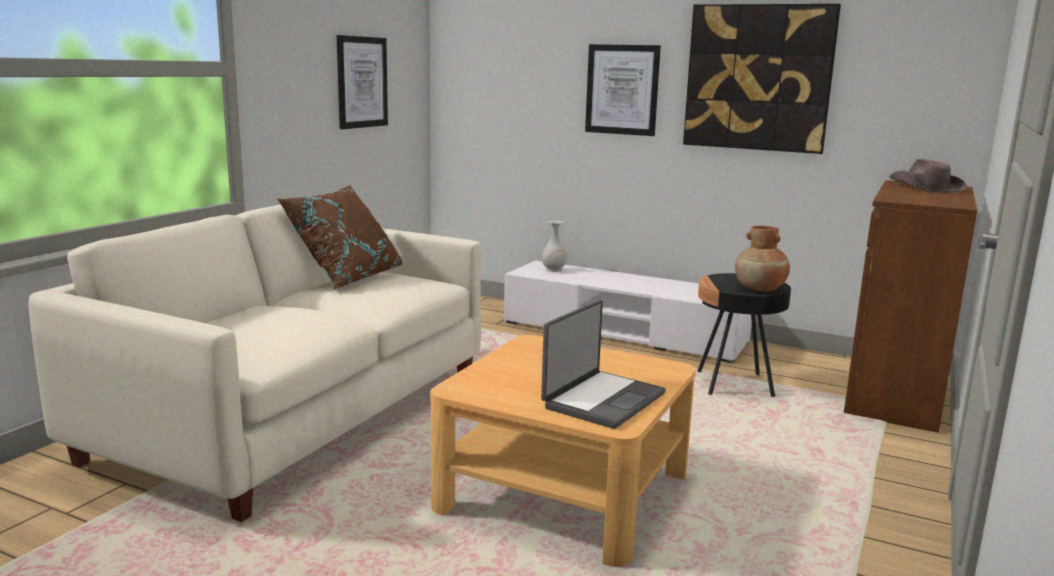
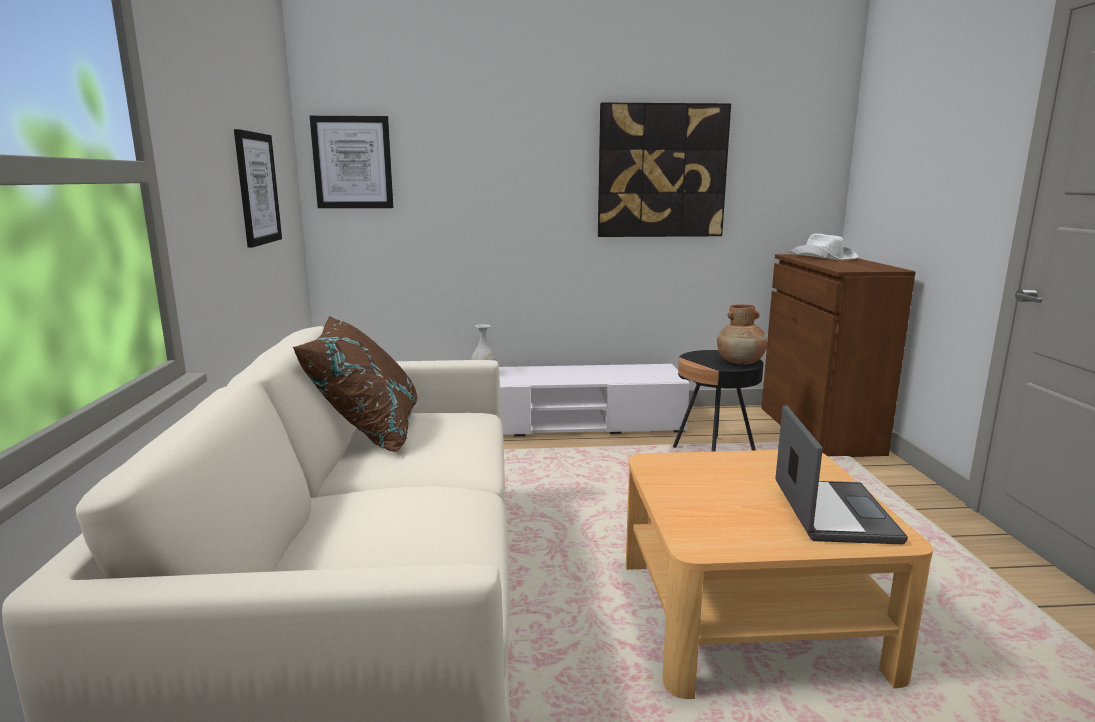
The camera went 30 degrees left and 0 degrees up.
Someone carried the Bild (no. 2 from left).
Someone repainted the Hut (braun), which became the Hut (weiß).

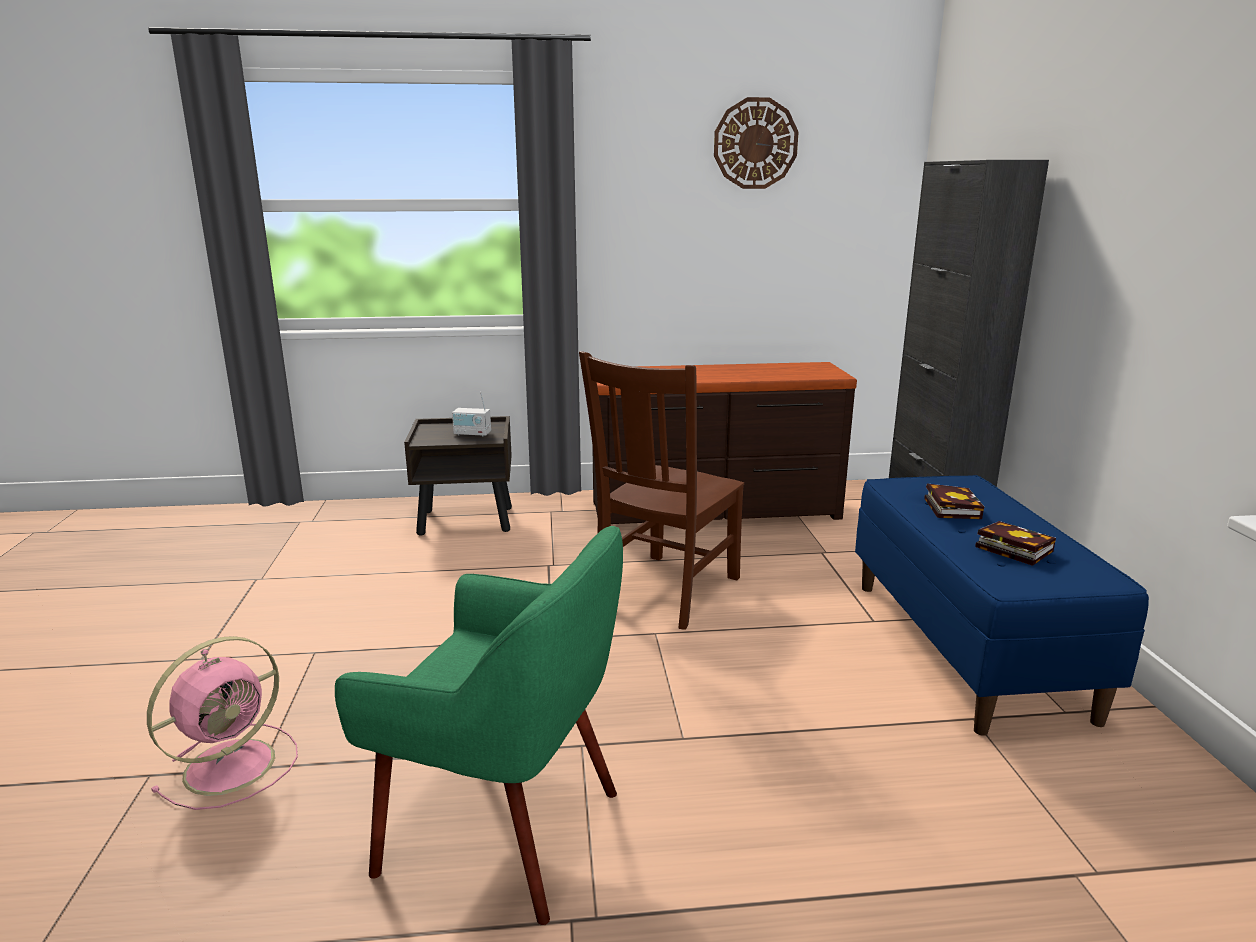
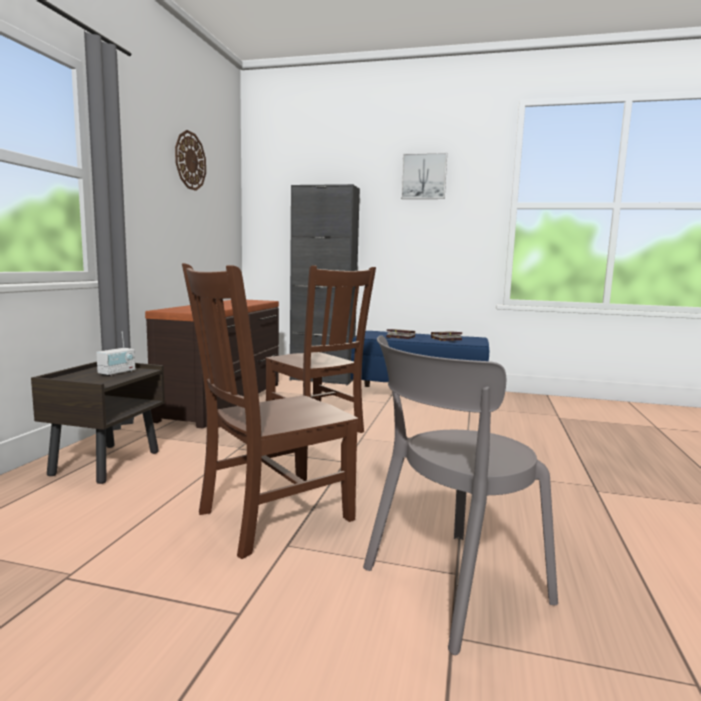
The camera went 70 degrees left and 10 degrees down.
Someone took away the Sessel (grün).
Someone put down the Stuhl (braun) (no. 1 from left).
Someone put up the Bild.
Someone swapped the Ventilator (rosa) for the Stuhl (grau).

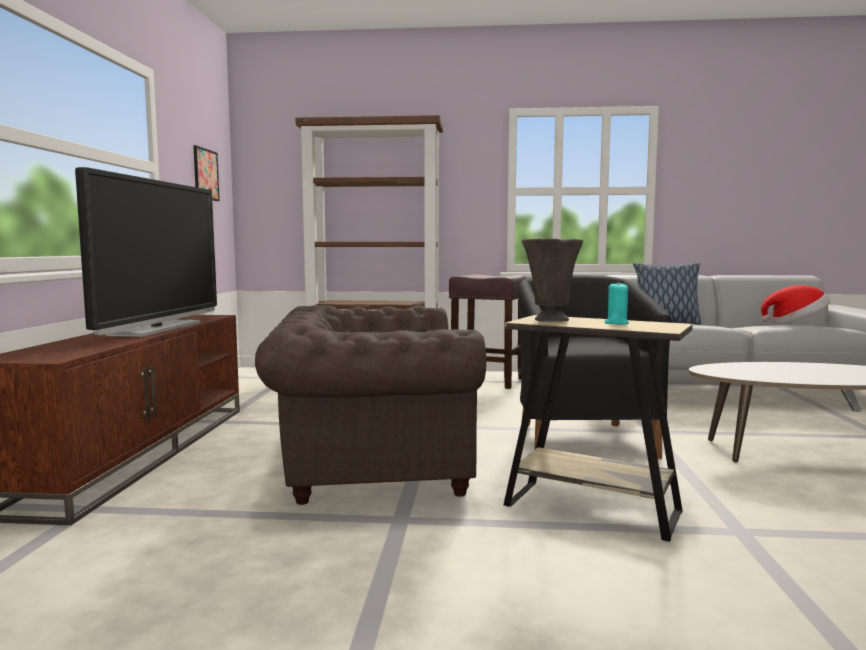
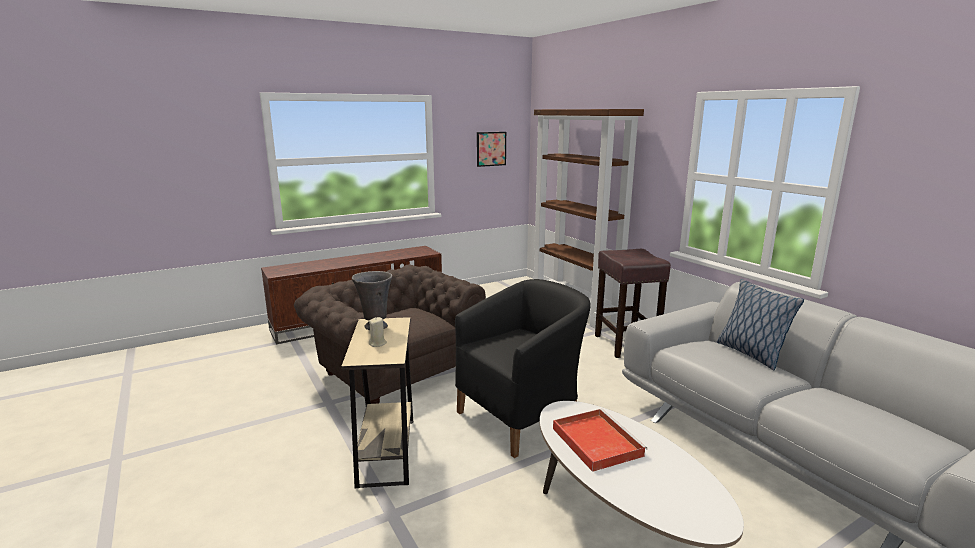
The camera went 55 degrees right and 10 degrees up.
Someone took away the Fernseher.
Someone took away the Hut.
Someone put down the Tablett (rot).
Someone repainted the Kerze (türkis), which became the Kerze (beige).

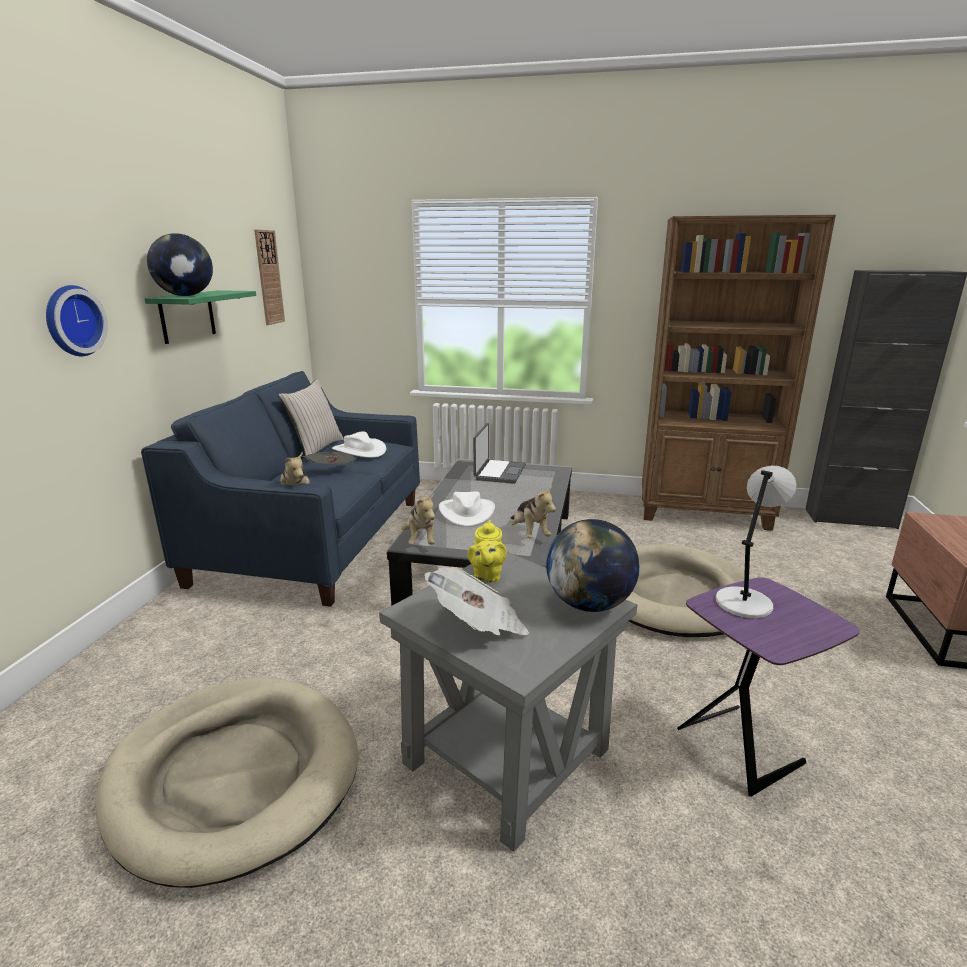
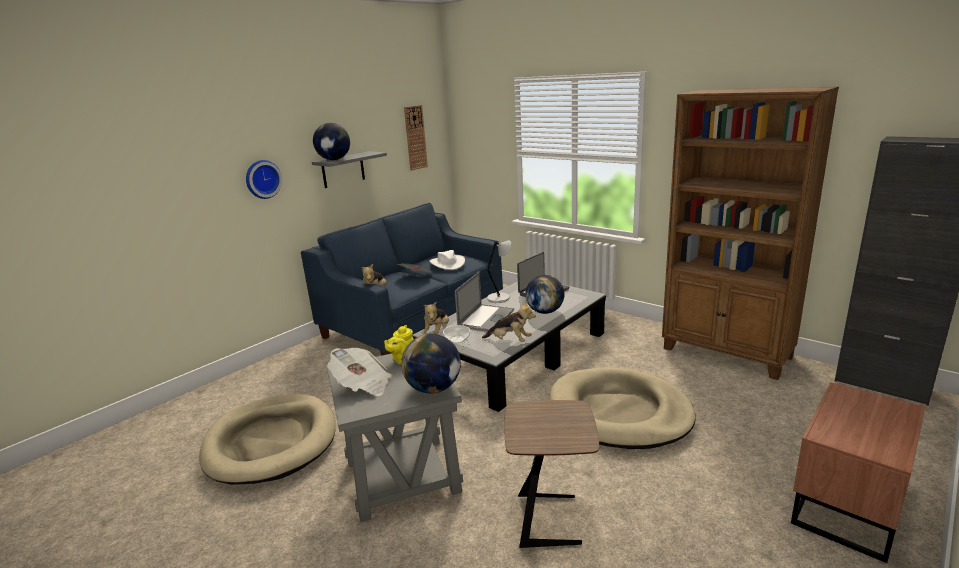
The camera went 30 degrees right and 0 degrees up.
Someone took away the Kissen (beige).
Someone put down the Schüssel.
Someone put down the Globus (no. 3 from left).
Someone carried the Tischlampe (grau).
Someone swapped the Hut (weiß) (no. 2 from left) for the Laptop (no. 1 from left).
Someone repainted the Wandregal (grün), which became the Wandregal (grau).
Someone repainted the Beistelltisch (lila), which became the Beistelltisch (braun).
Someone rotated the Plüschtier (no. 3 from left) by 75 degrees counterclockwise.

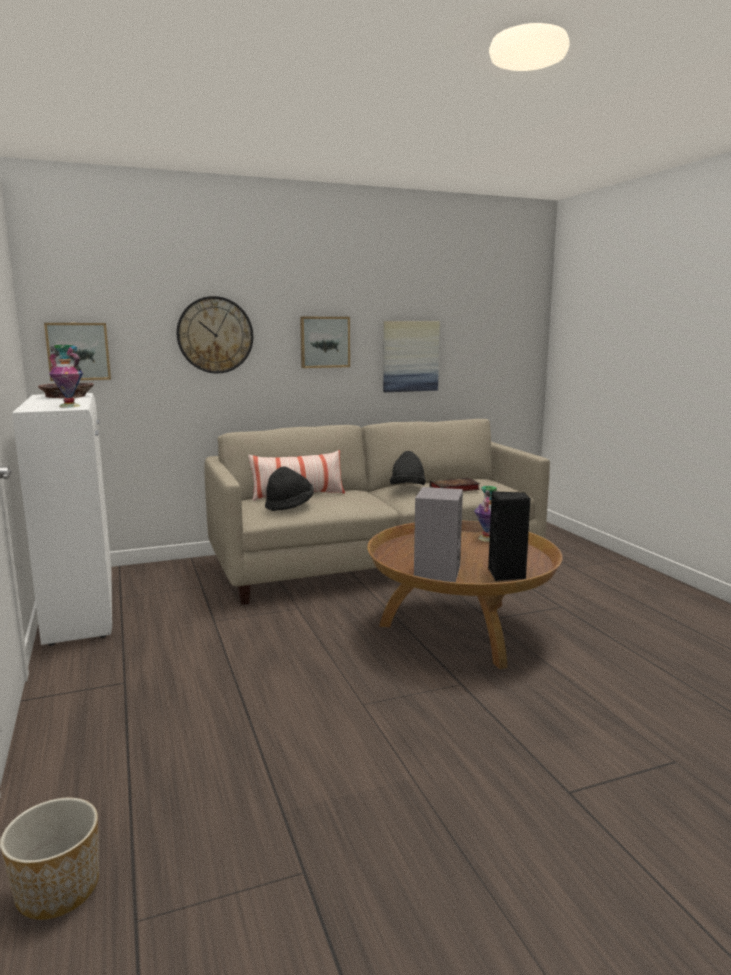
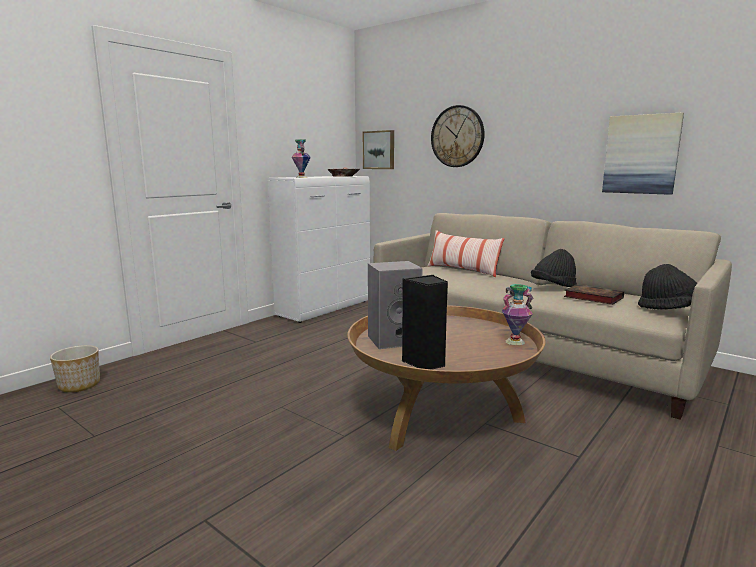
The camera went 60 degrees right and 0 degrees up.
Someone took away the Bild (no. 2 from left).
Someone carried the Hut (schwarz) (no. 1 from left in the first image).

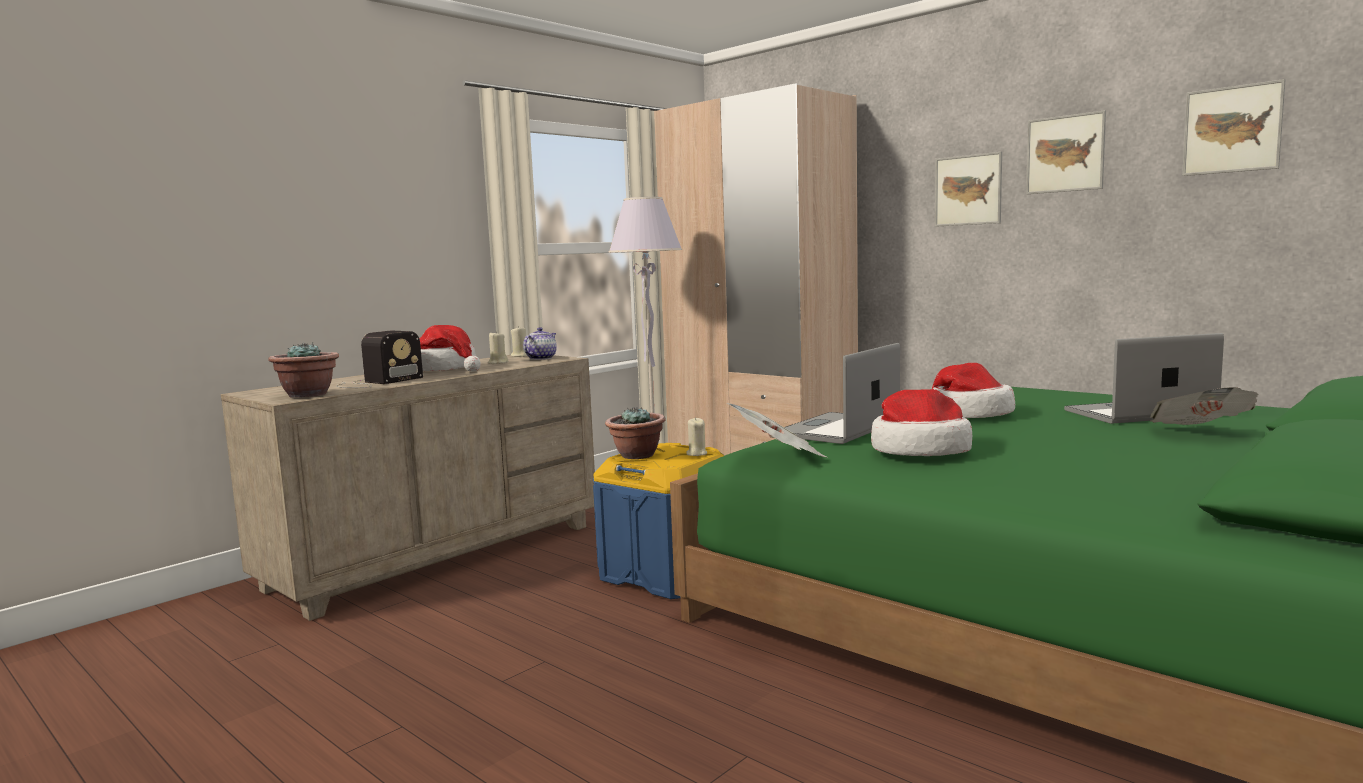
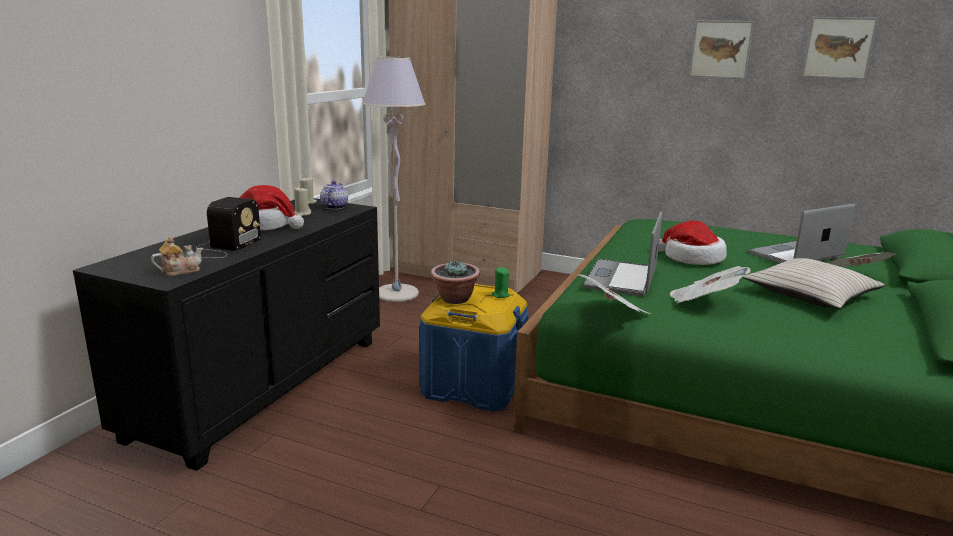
The camera went 20 degrees left and 10 degrees up.
Someone took away the Bild (no. 1 from left).
Someone put down the Kissen (beige).
Someone swapped the Topfpflanze (no. 1 from left) for the Teekanne (no. 1 from left).
Someone swapped the Hut (no. 2 from left) for the Zeitung (no. 2 from left).
Someone repainted the Kommode (beige), which became the Kommode (schwarz).
Someone repainted the Kerze (beige) (no. 3 from left), which became the Kerze (grün).

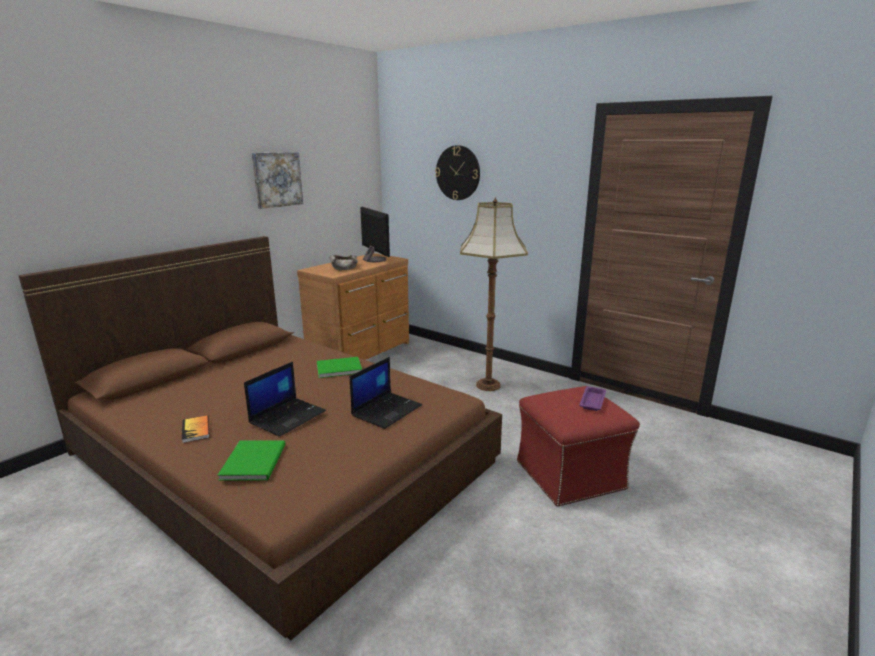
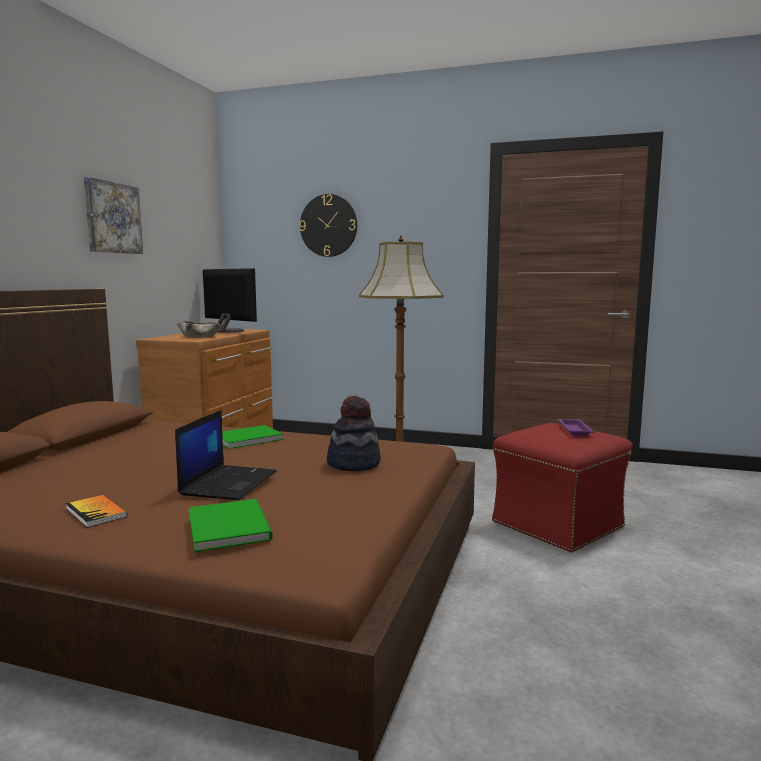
The camera went 20 degrees left and 10 degrees down.
Someone swapped the Laptop (no. 2 from left) for the Hut.

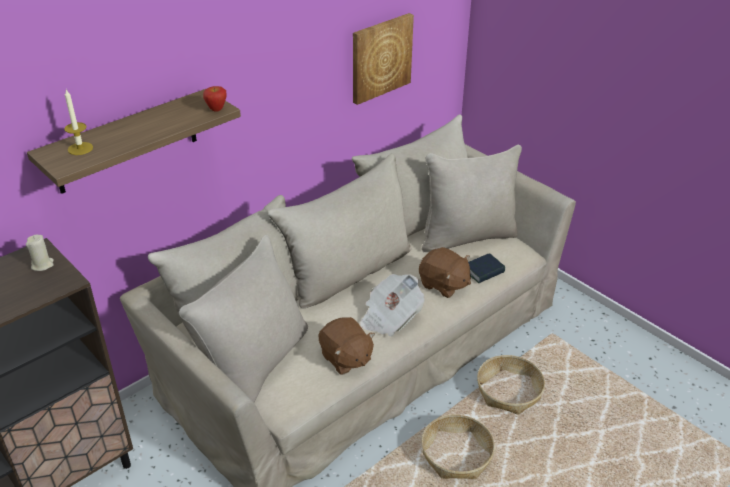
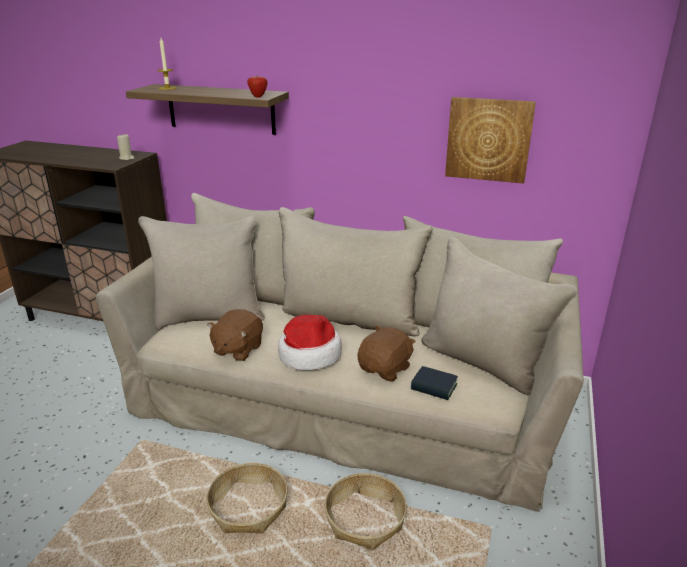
The camera went 60 degrees right and 10 degrees down.
Someone swapped the Zeitung for the Hut.
Someone rotated the Plüschtier (braun) (no. 2 from left) by 150 degrees counterclockwise.

